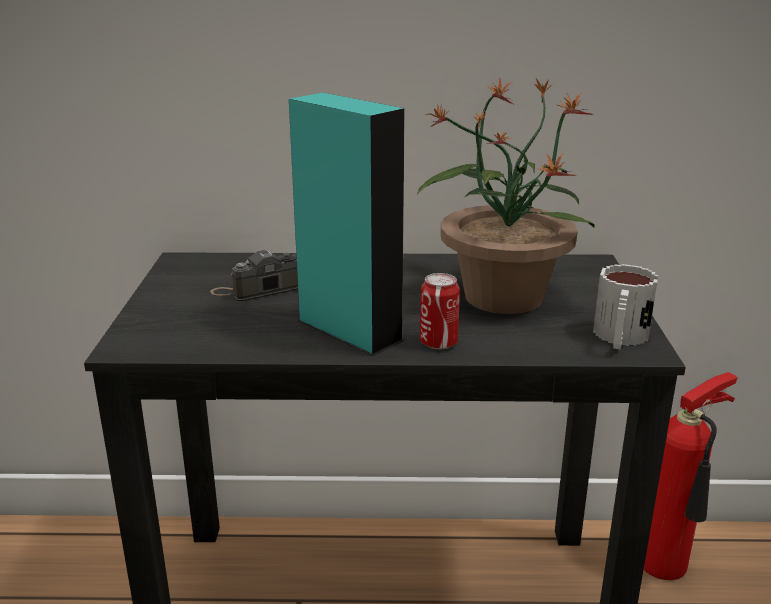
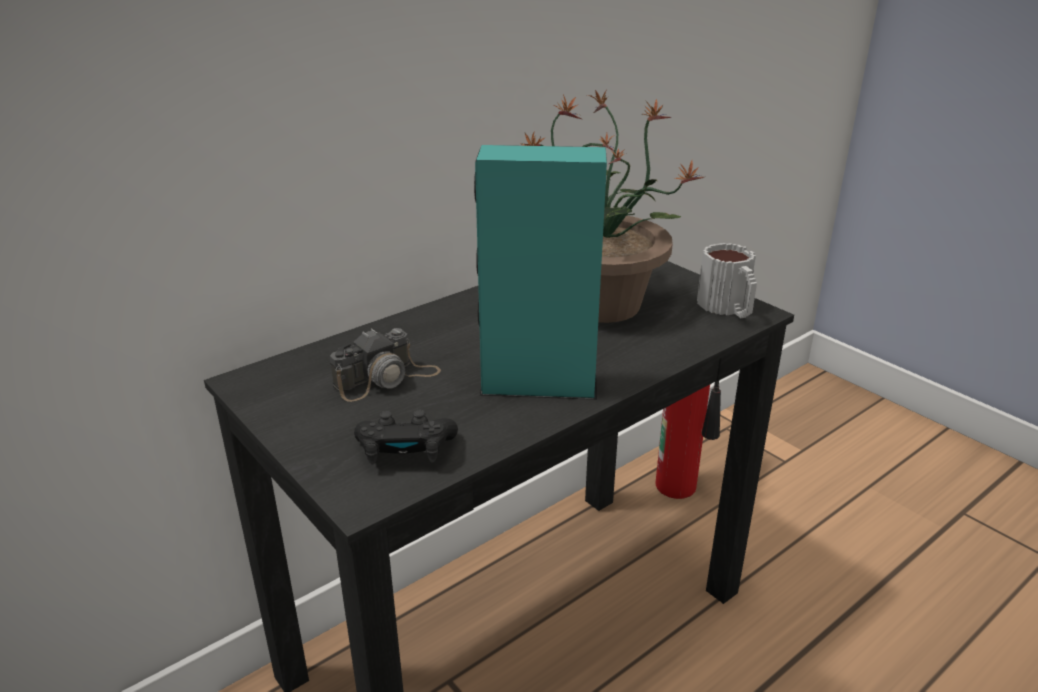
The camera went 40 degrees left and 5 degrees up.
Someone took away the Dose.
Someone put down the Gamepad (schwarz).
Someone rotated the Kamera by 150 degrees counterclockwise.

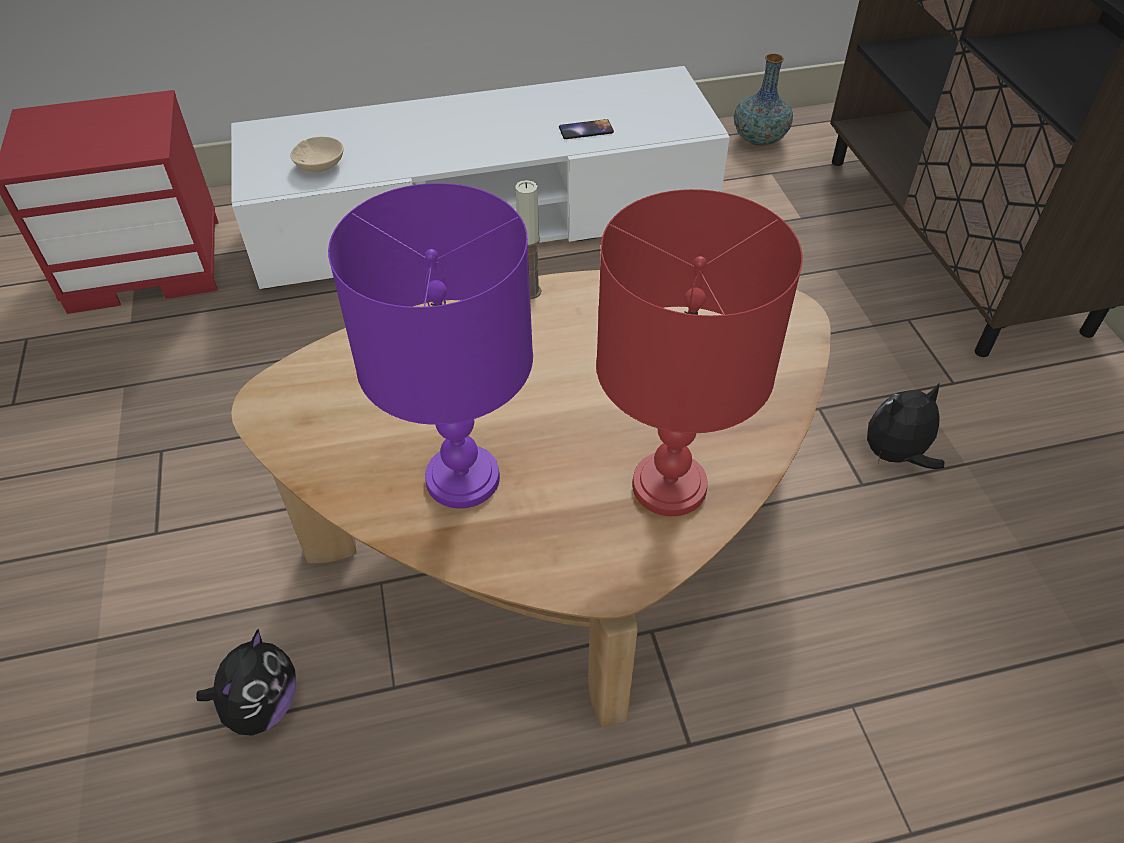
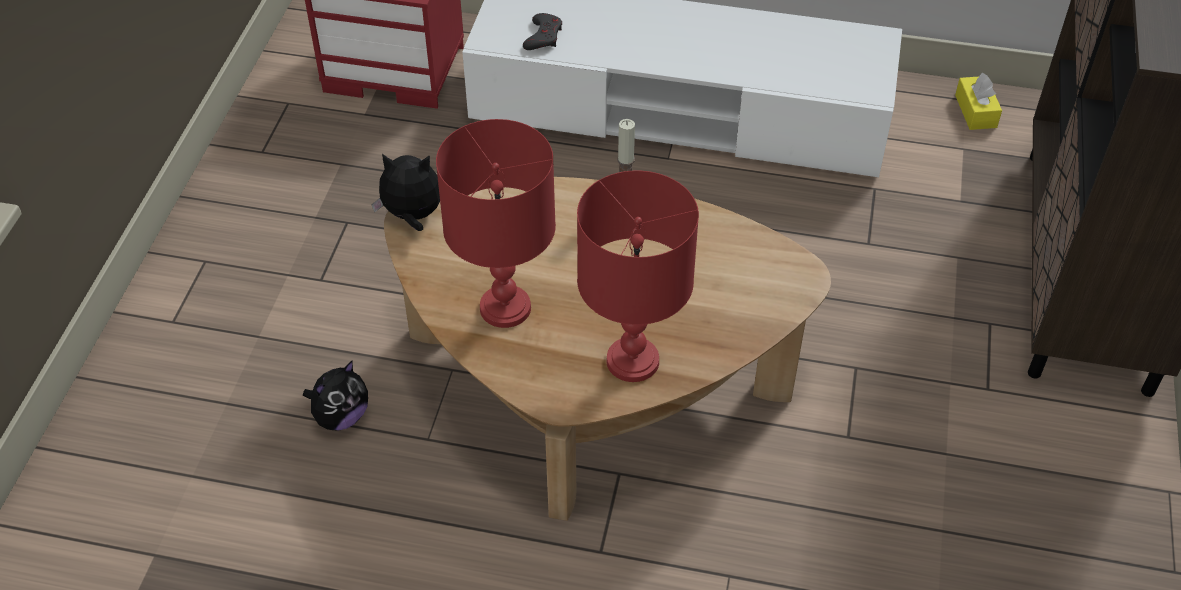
The camera went 25 degrees right and 0 degrees up.
Someone took away the Handy.
Someone carried the Plüschtier (no. 2 from left).
Someone swapped the Schüssel (beige) for the Gamepad (grau).
Someone swapped the Vase for the Taschentuchbox (gelb).
Someone repainted the Tischlampe (lila), which became the Tischlampe (rot) (no. 1 from left).

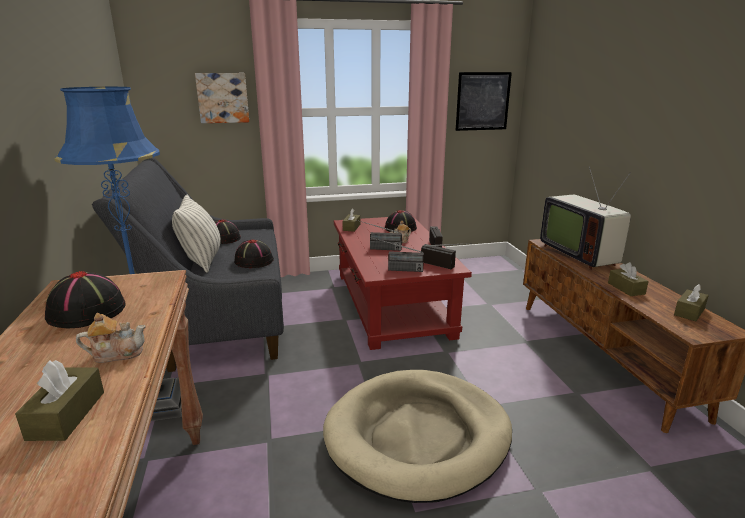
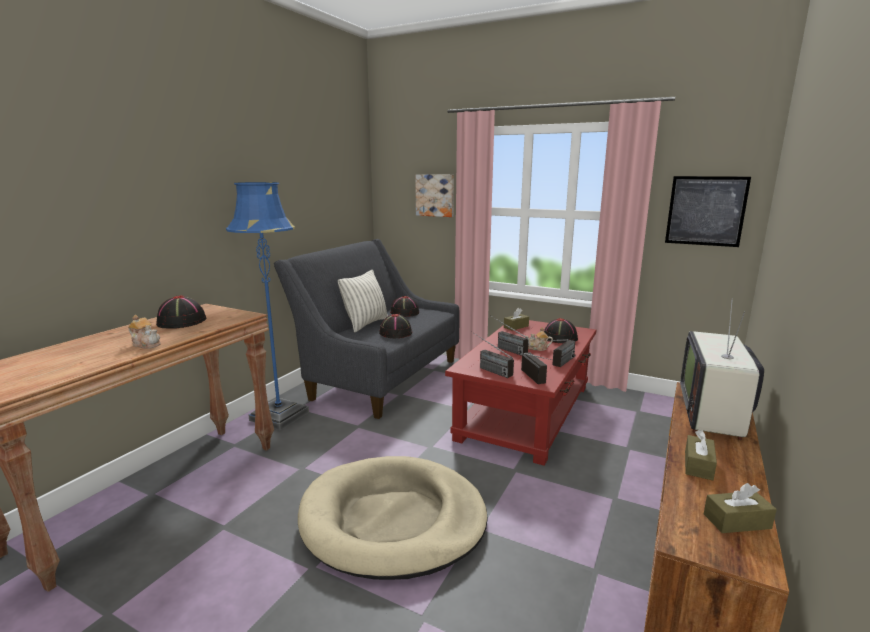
The camera went 40 degrees right and 5 degrees down.
Someone took away the Taschentuchbox (braun) (no. 1 from left).

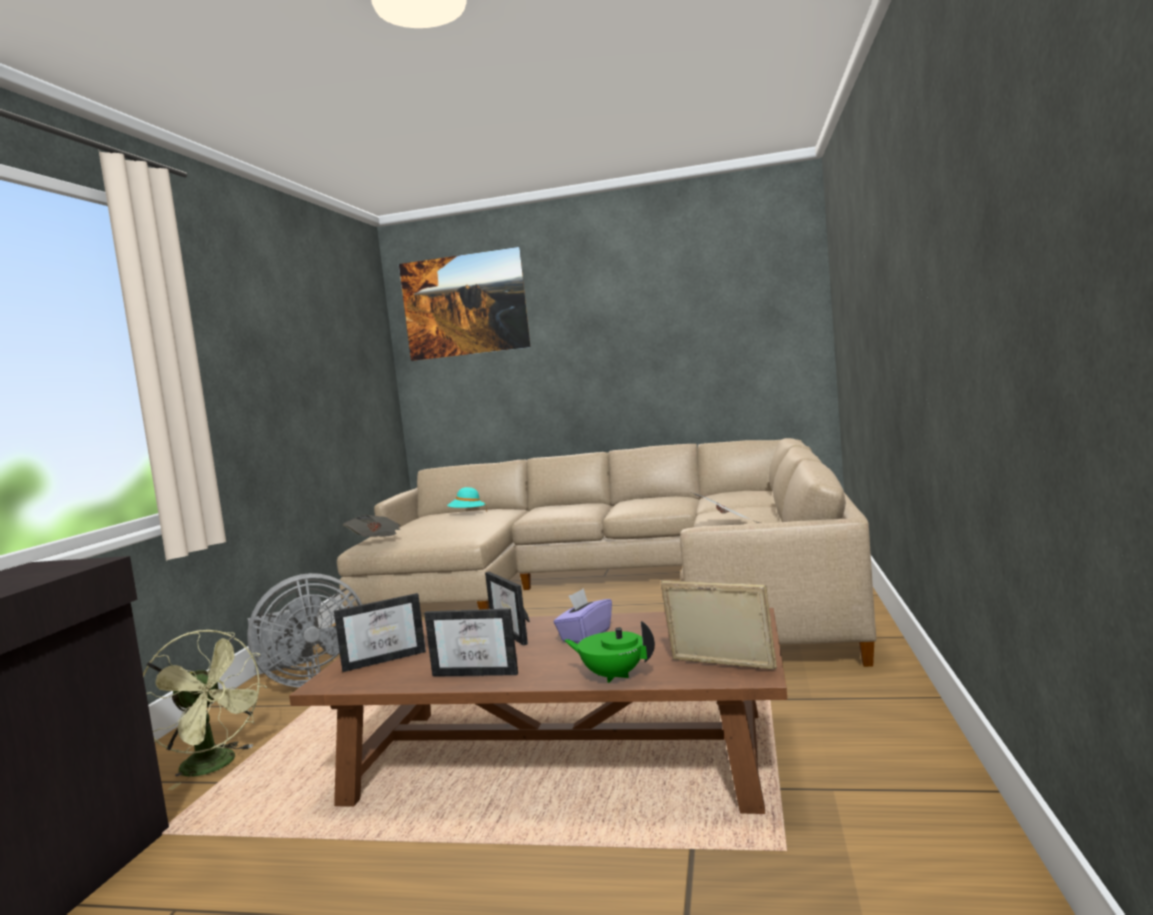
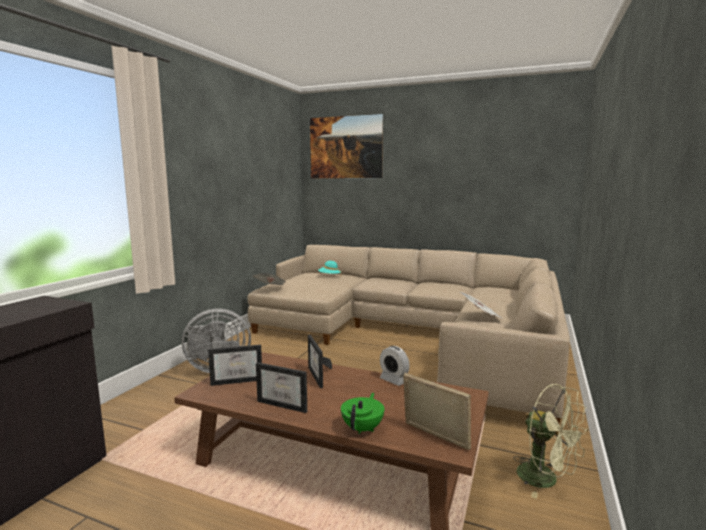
The camera went 10 degrees right and 5 degrees up.
Someone took away the Taschentuchbox (lila).
Someone put down the Wecker.
Someone carried the Ventilator (grün).
Someone rotated the Teekanne (grün) by 75 degrees clockwise.

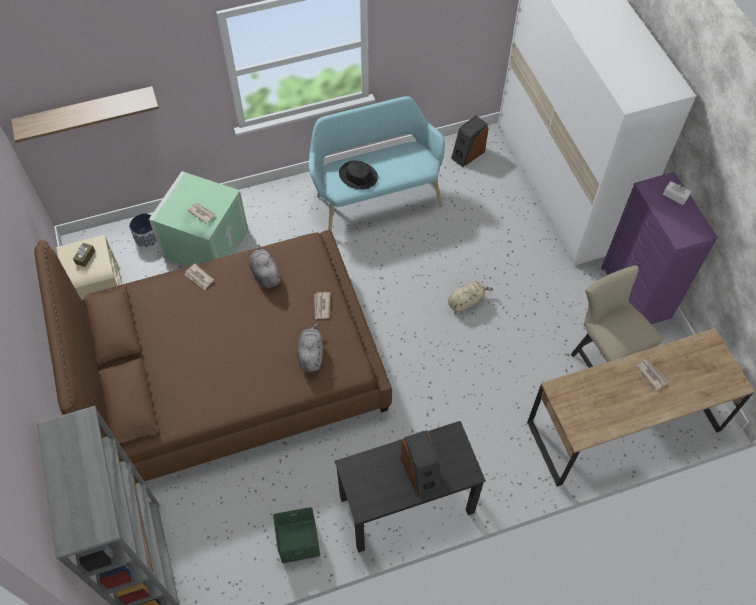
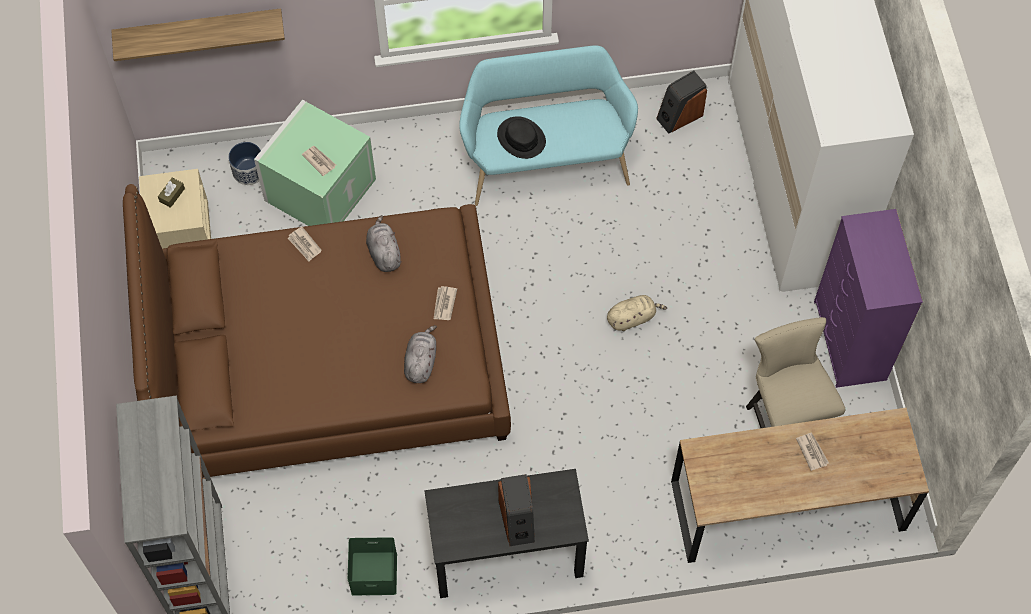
The camera went 10 degrees right and 5 degrees up.
Someone took away the Taschentuchbox (weiß).

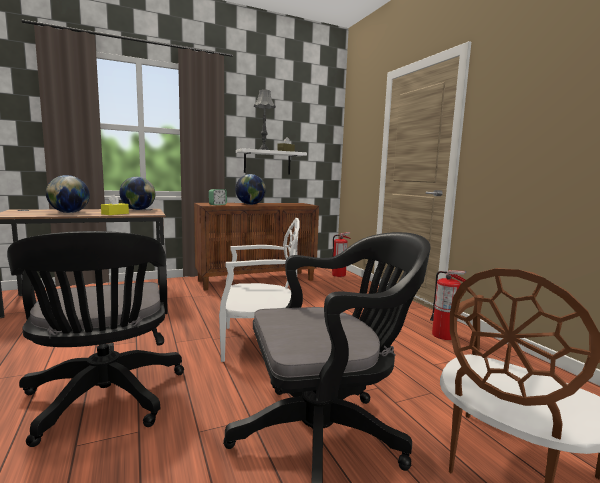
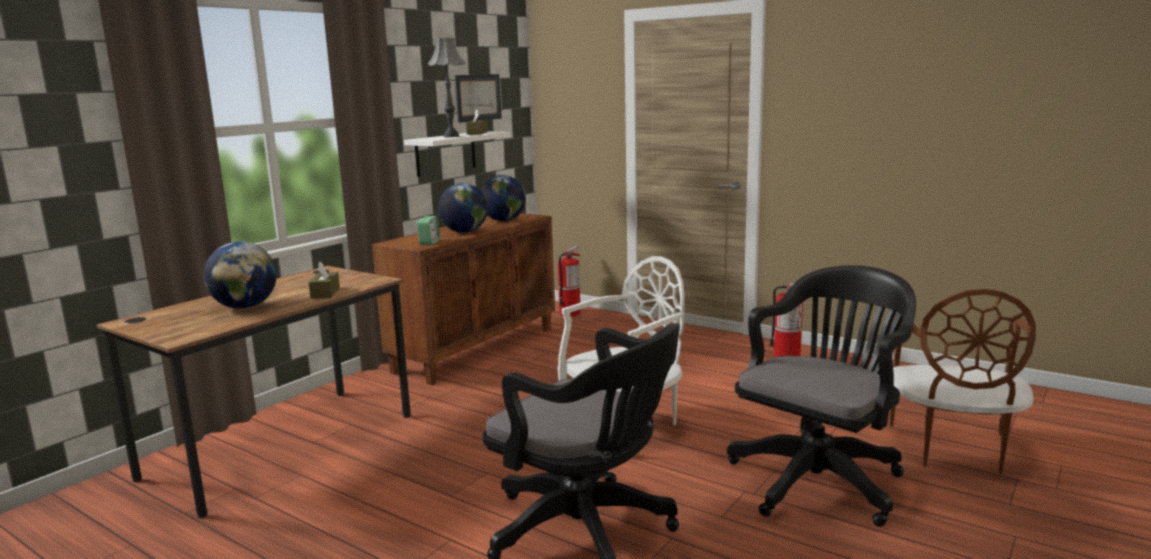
The camera went 30 degrees left and 5 degrees up.
Someone put up the Bild.
Someone carried the Globus (no. 2 from left in the first image).
Someone repainted the Taschentuchbox (gelb), which became the Taschentuchbox (braun) (no. 1 from left).

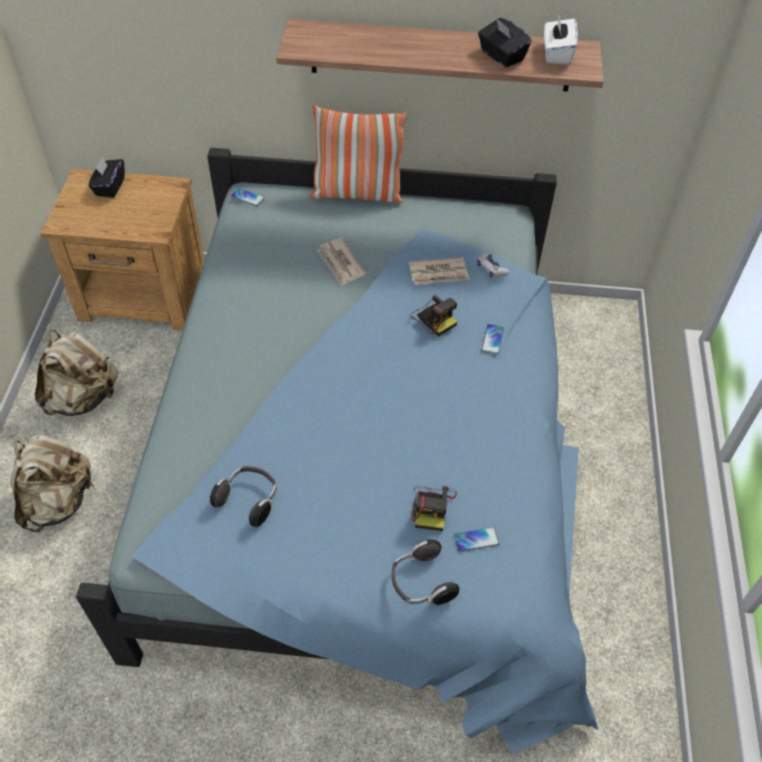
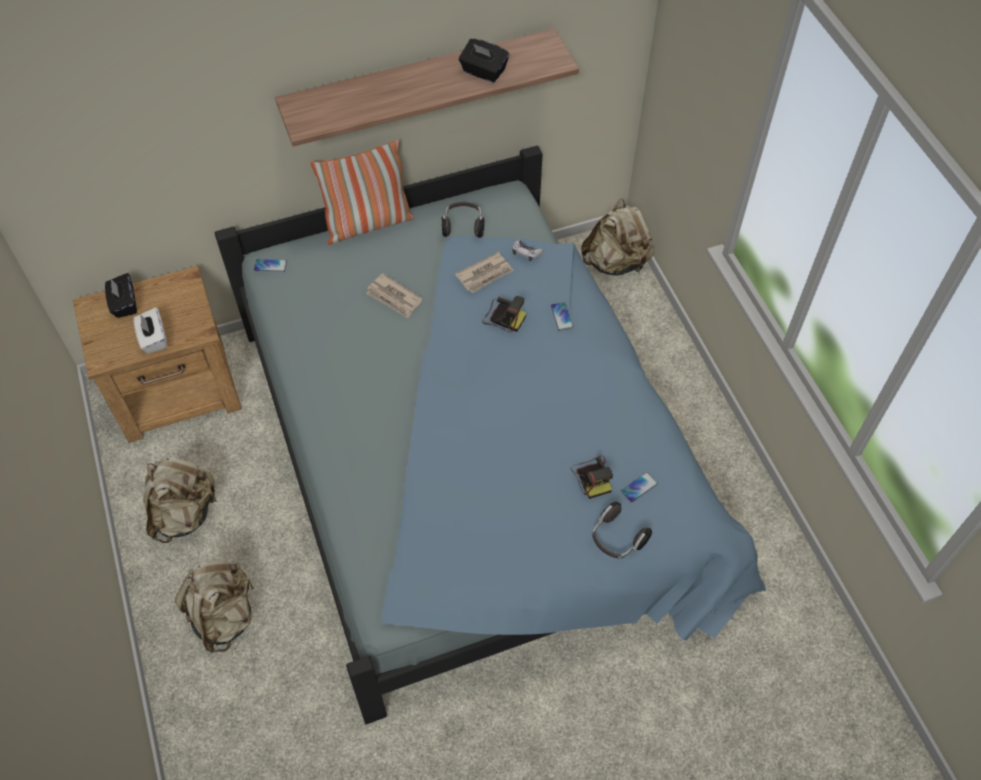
The camera went 25 degrees left and 5 degrees up.
Someone put down the Rucksack (beige) (no. 3 from left).
Someone carried the Kopfhörer (no. 1 from left).
Someone carried the Taschentuchbox (weiß).

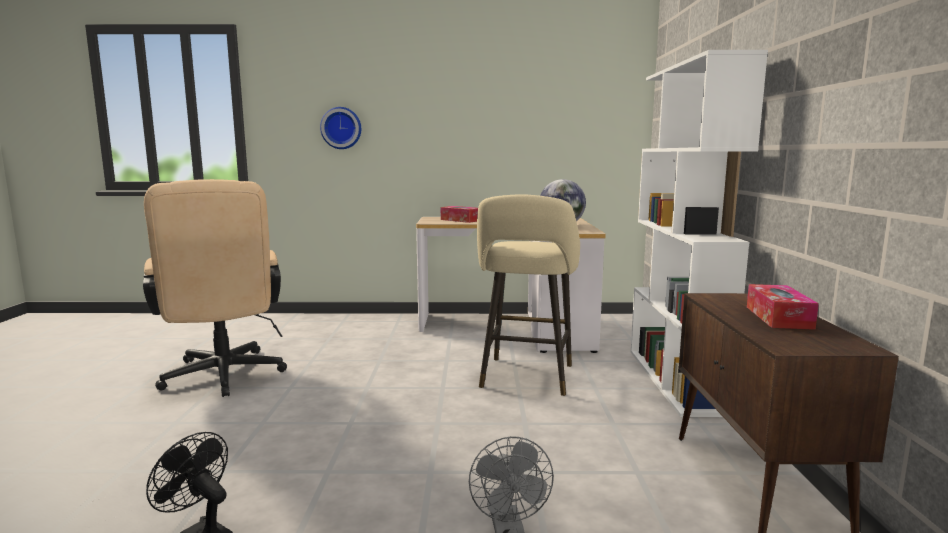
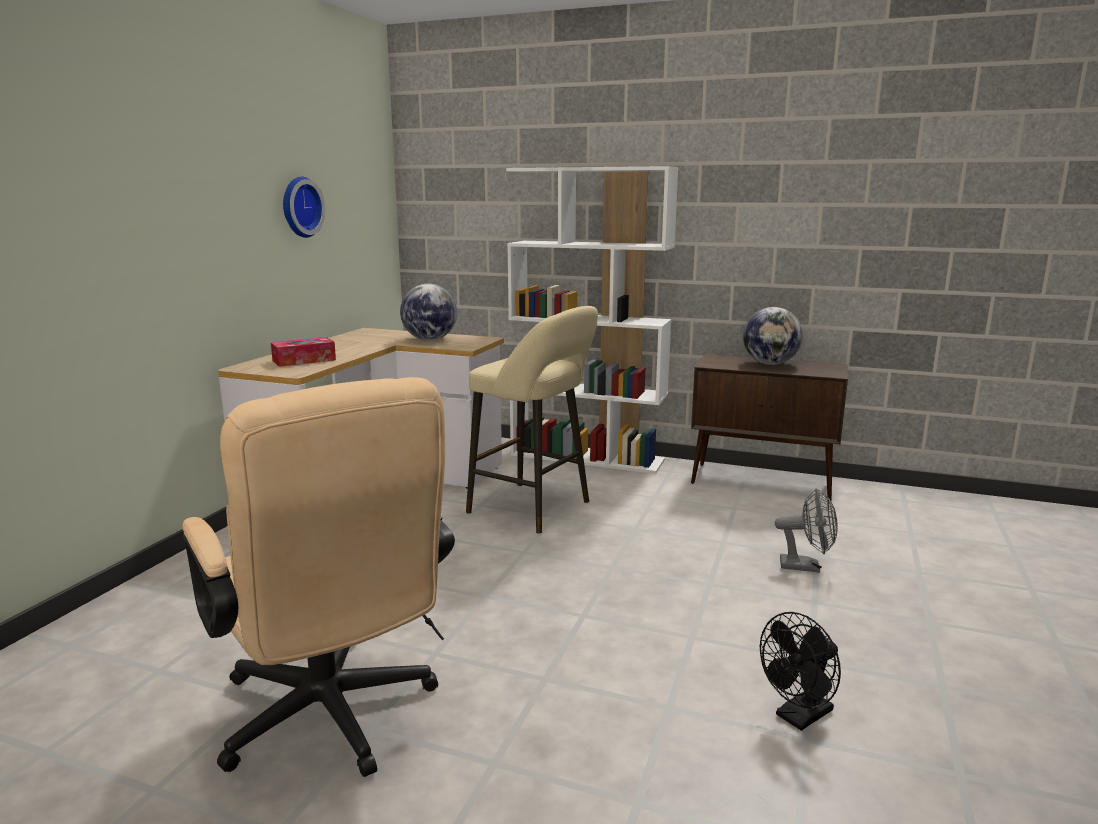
The camera went 70 degrees left and 5 degrees up.
Someone carried the Wanduhr.
Someone swapped the Taschentuchbox (no. 2 from left) for the Globus (no. 2 from left).
Someone rotated the Bürostuhl (beige) by 60 degrees clockwise.

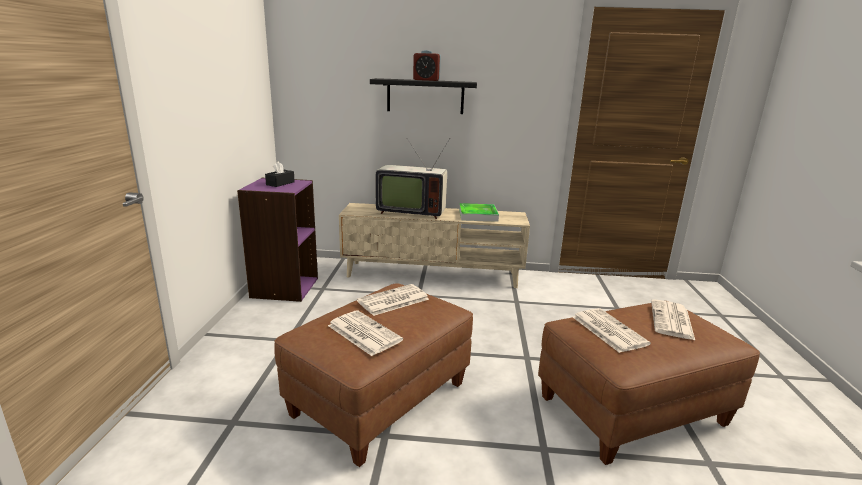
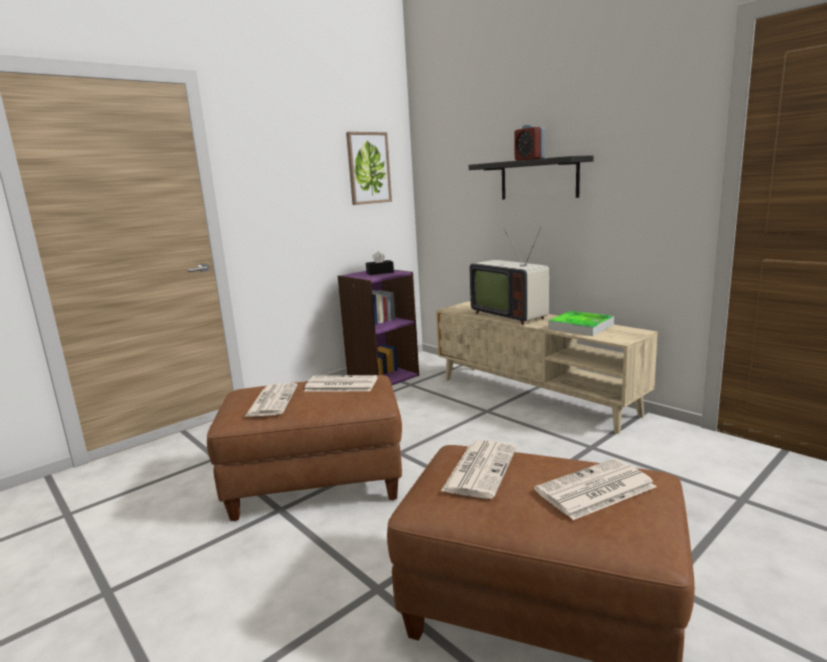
The camera went 45 degrees right and 5 degrees down.
Someone put up the Bild.

